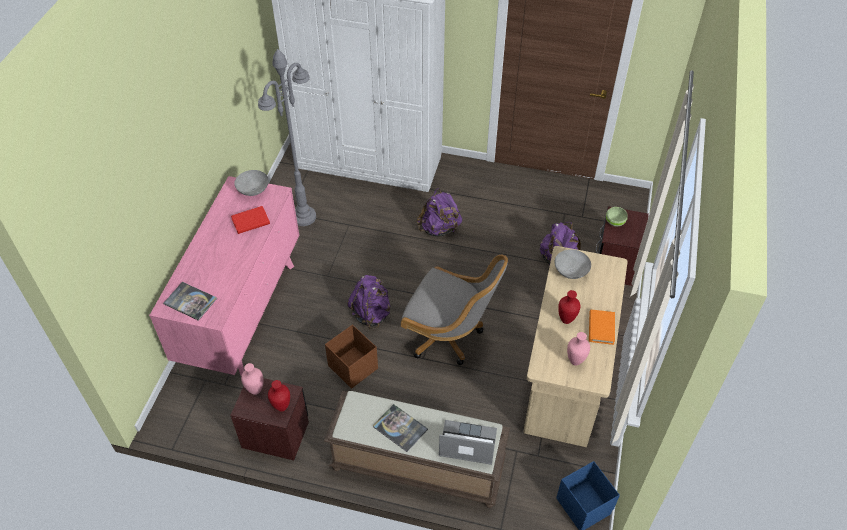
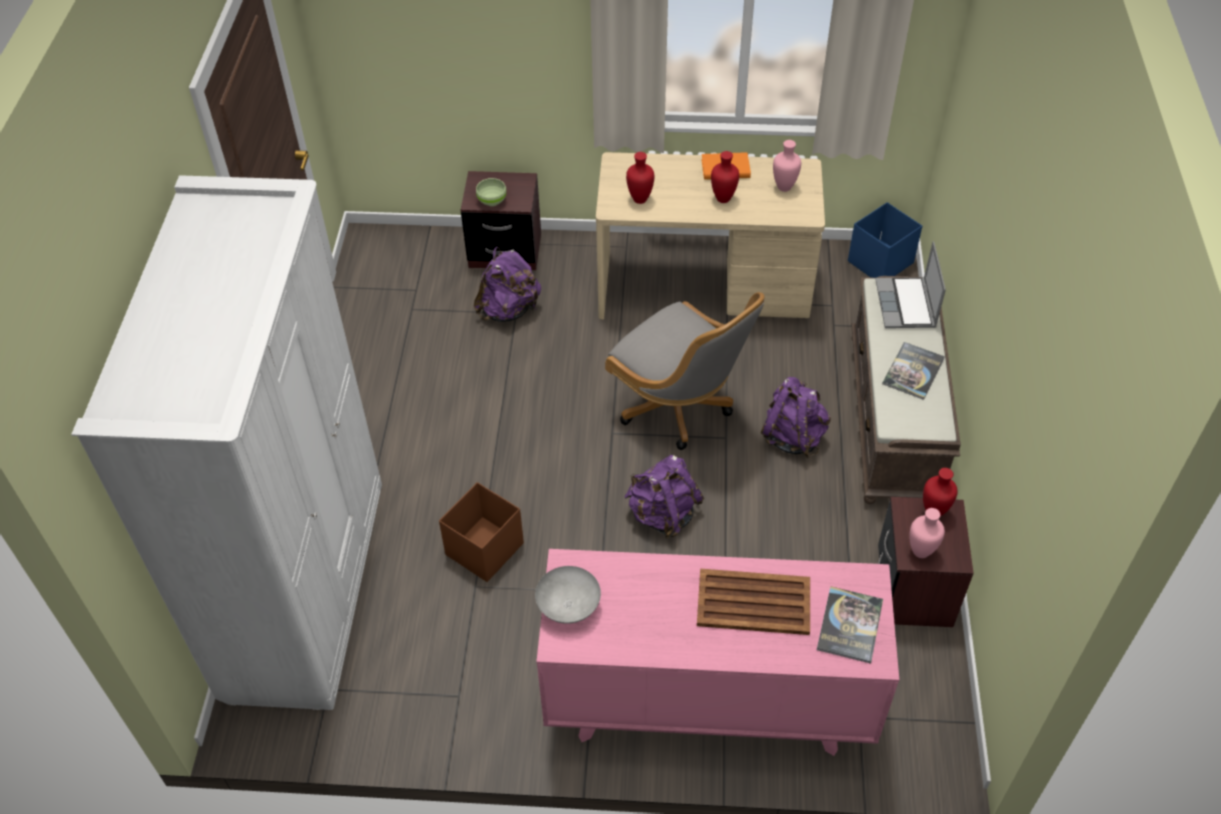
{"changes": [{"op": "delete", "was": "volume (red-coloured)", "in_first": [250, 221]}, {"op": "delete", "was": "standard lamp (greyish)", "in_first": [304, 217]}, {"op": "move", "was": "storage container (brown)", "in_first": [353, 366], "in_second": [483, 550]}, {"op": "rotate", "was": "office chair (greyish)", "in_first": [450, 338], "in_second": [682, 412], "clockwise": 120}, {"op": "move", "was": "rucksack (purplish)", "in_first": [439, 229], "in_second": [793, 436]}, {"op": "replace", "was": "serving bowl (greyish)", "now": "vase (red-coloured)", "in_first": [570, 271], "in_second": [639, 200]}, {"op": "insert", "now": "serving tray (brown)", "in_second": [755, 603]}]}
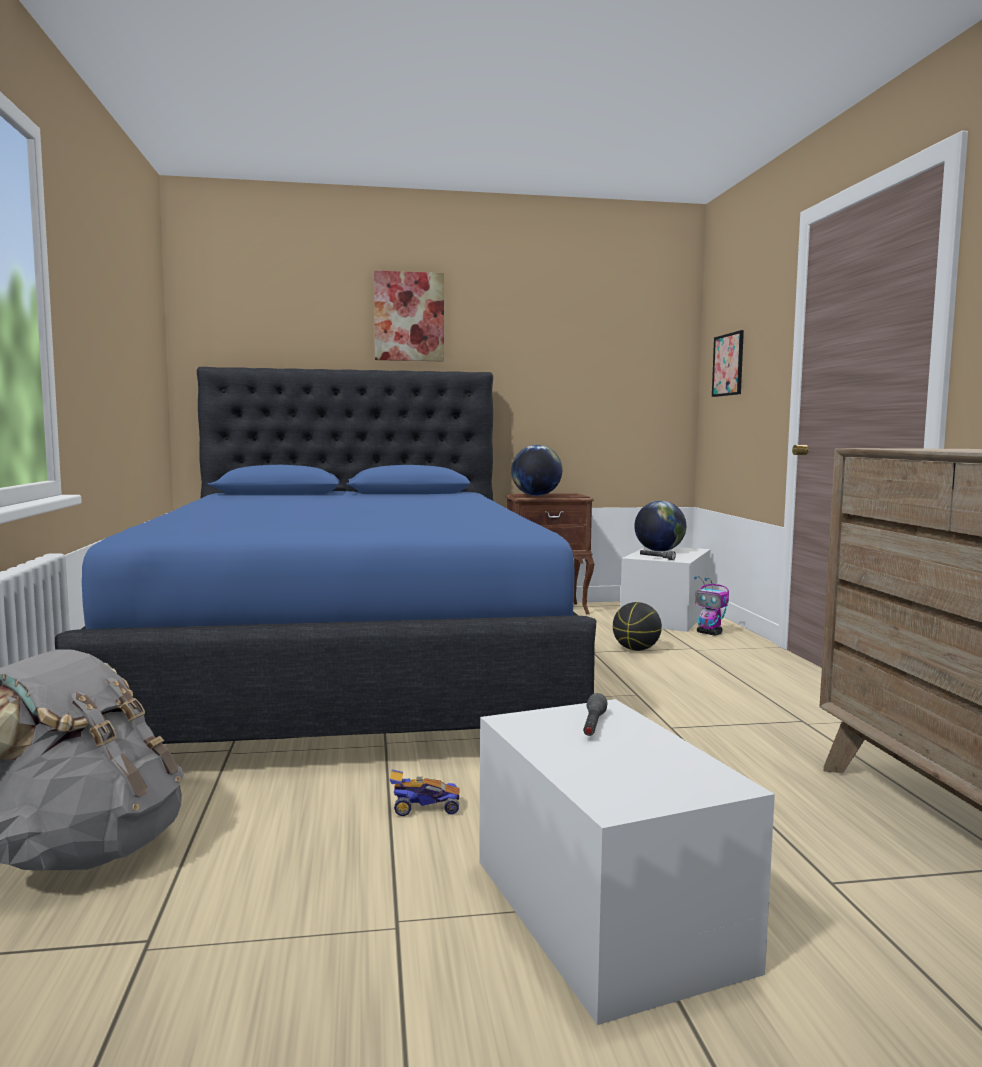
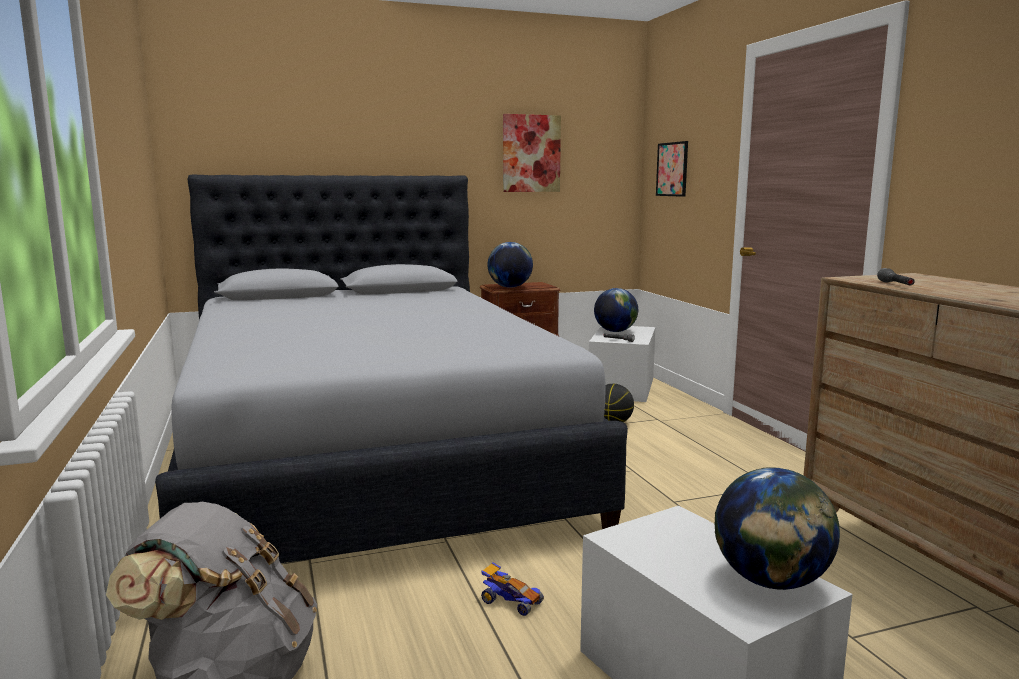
{"changes": [{"op": "recolor", "was": "sleeping bed (blue-coloured)", "now": "sleeping bed (greyish)", "in_first": [349, 663], "in_second": [372, 456]}, {"op": "move", "was": "picture", "in_first": [409, 317], "in_second": [531, 153]}, {"op": "rotate", "was": "toy car", "in_first": [425, 807], "in_second": [510, 602], "clockwise": 45}, {"op": "move", "was": "flashlight (greyish)", "in_first": [593, 726], "in_second": [896, 285]}, {"op": "delete", "was": "robot figure", "in_first": [709, 633]}, {"op": "insert", "now": "globe", "in_second": [770, 582]}]}
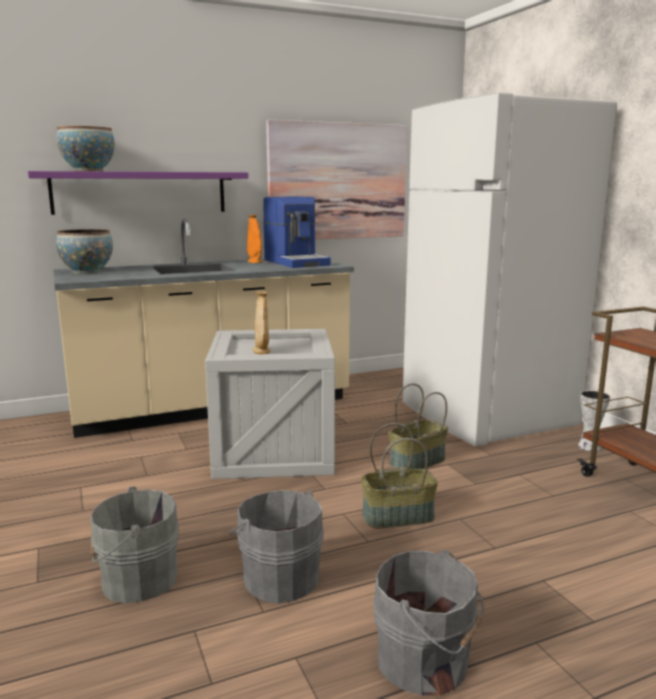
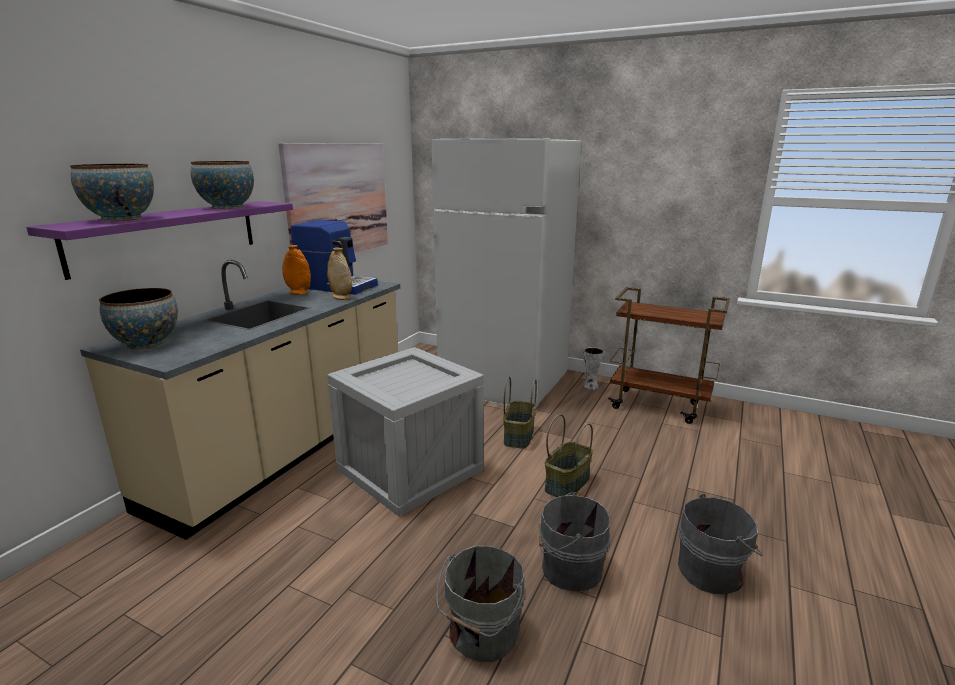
{"changes": [{"op": "move", "was": "vase (sand-coloured)", "in_first": [261, 351], "in_second": [341, 297]}, {"op": "insert", "now": "serving bowl", "in_second": [227, 207]}]}
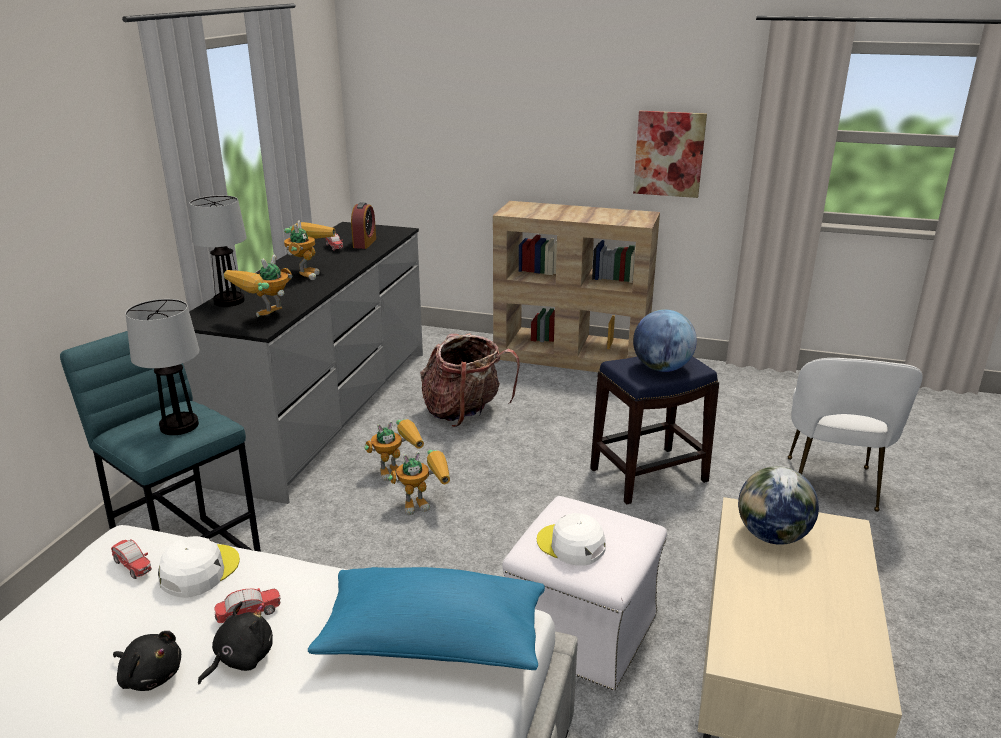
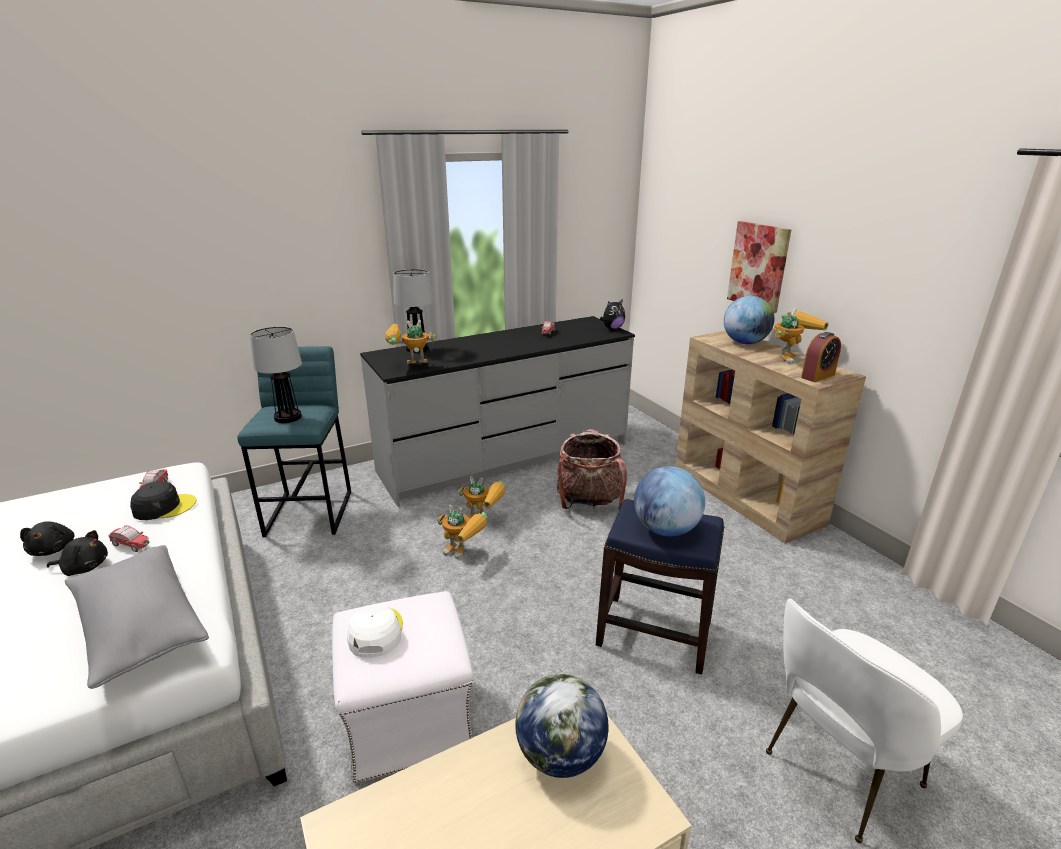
{"changes": [{"op": "recolor", "was": "cap (whitish)", "now": "cap (black-coloured)", "in_first": [199, 571], "in_second": [164, 507]}, {"op": "move", "was": "robot figure", "in_first": [308, 273], "in_second": [789, 357]}, {"op": "recolor", "was": "pillow (blue-coloured)", "now": "pillow (greyish)", "in_first": [432, 642], "in_second": [140, 628]}, {"op": "move", "was": "bedside clock", "in_first": [364, 243], "in_second": [818, 376]}, {"op": "move", "was": "picture", "in_first": [669, 154], "in_second": [758, 266]}, {"op": "insert", "now": "cuddly toy", "in_second": [612, 328]}, {"op": "insert", "now": "globe", "in_second": [745, 343]}]}
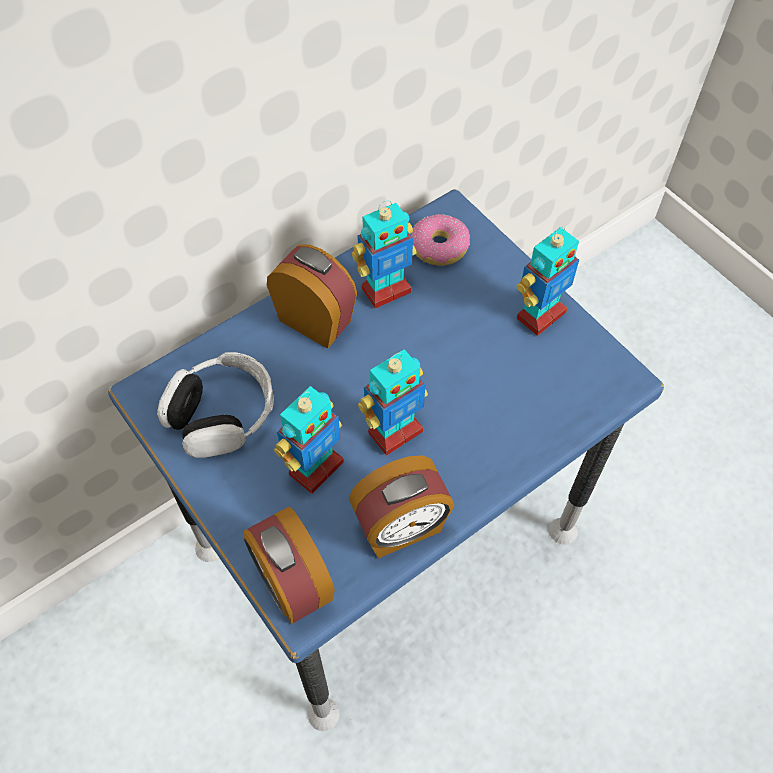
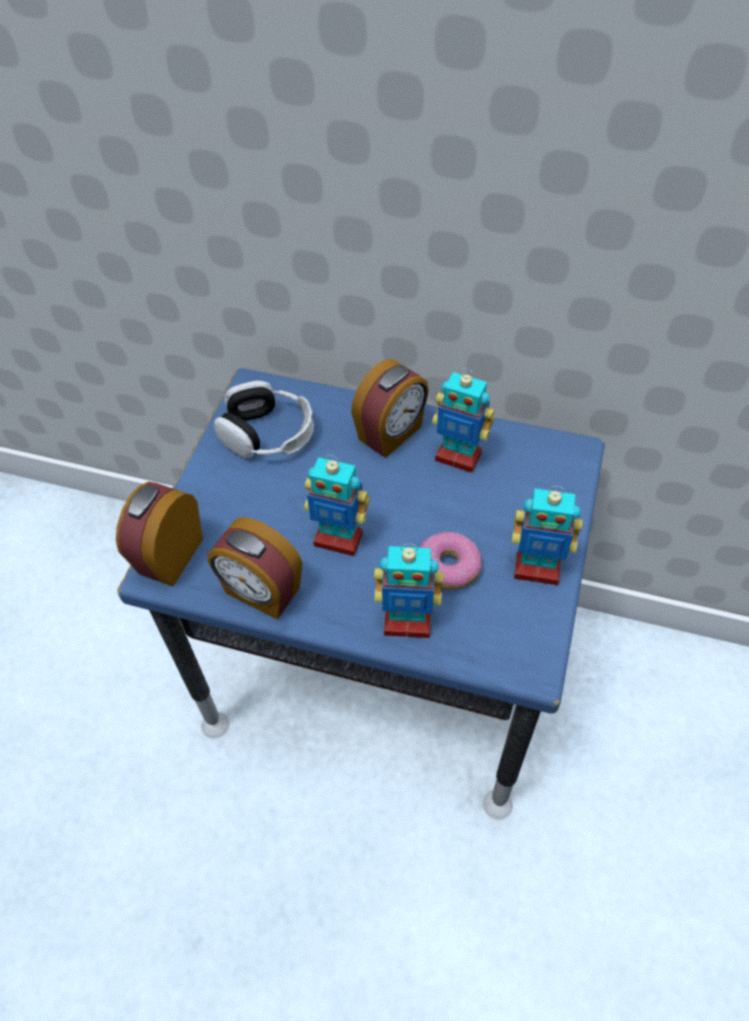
{"changes": [{"op": "rotate", "was": "bedside clock", "in_first": [316, 320], "in_second": [391, 434], "clockwise": 45}, {"op": "move", "was": "robot figure", "in_first": [315, 467], "in_second": [407, 621]}, {"op": "move", "was": "ring doughnut", "in_first": [439, 247], "in_second": [448, 567]}]}
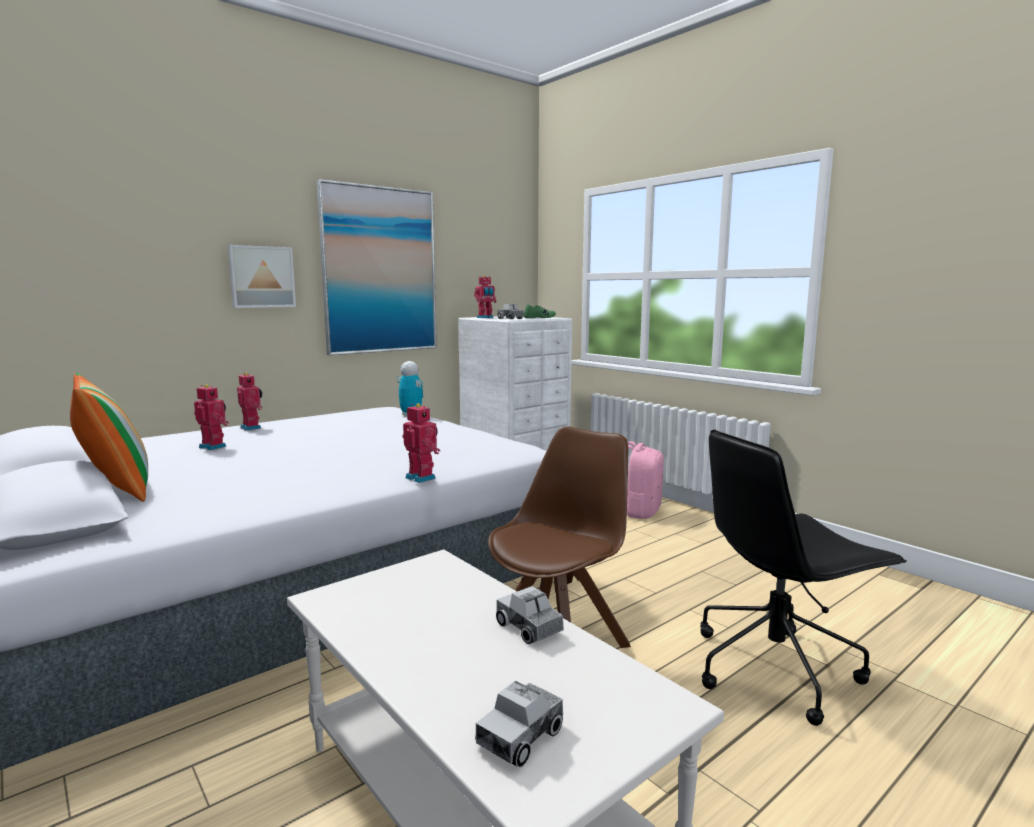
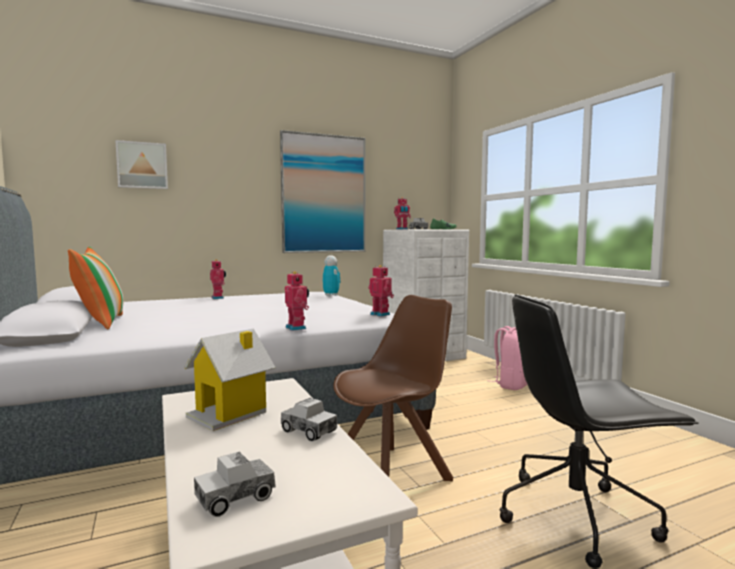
{"changes": [{"op": "move", "was": "robot figure", "in_first": [214, 446], "in_second": [381, 314]}, {"op": "move", "was": "picture", "in_first": [261, 277], "in_second": [142, 165]}, {"op": "rotate", "was": "toy lorry", "in_first": [529, 628], "in_second": [308, 431], "clockwise": 150}, {"op": "insert", "now": "model house", "in_second": [230, 414]}]}
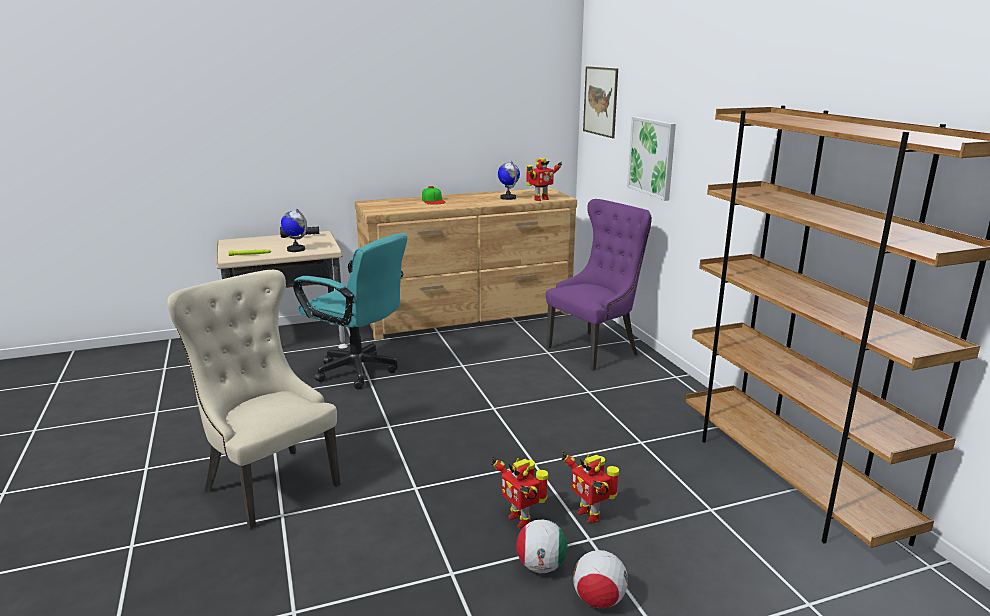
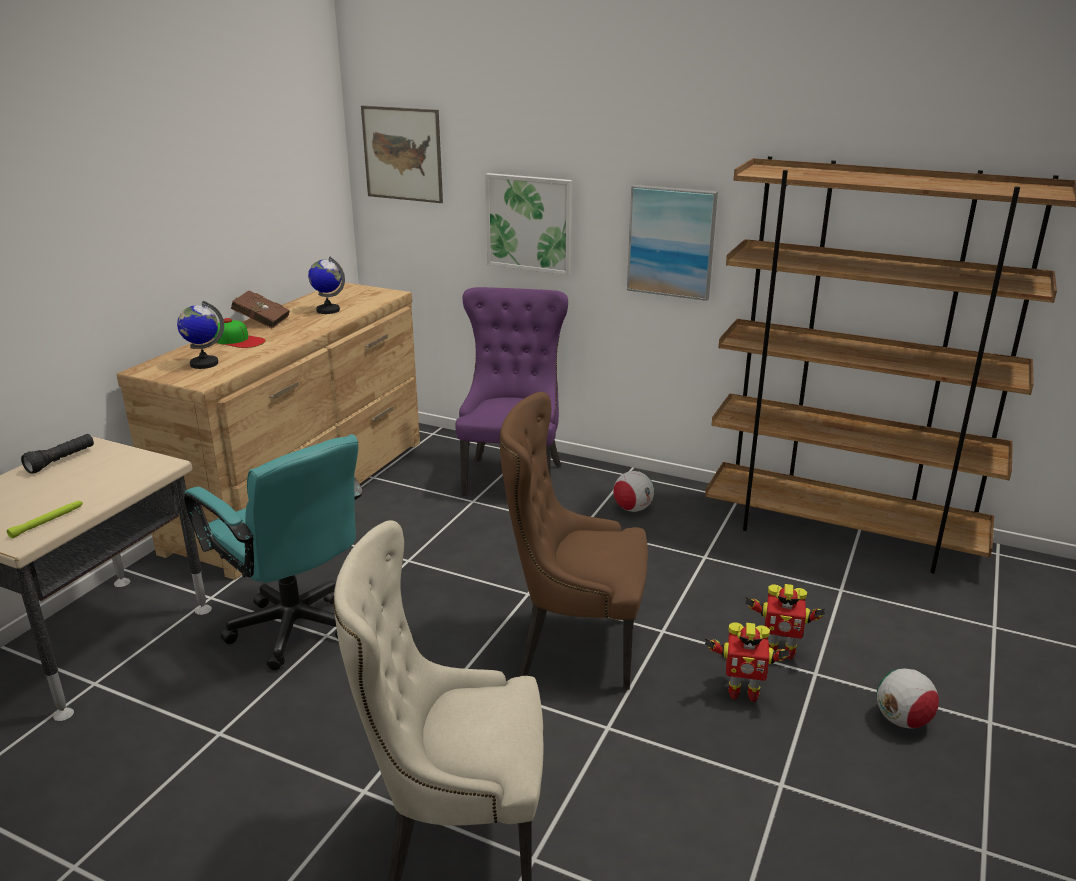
{"changes": [{"op": "move", "was": "globe", "in_first": [296, 249], "in_second": [204, 364]}, {"op": "rotate", "was": "office chair (turquoise)", "in_first": [360, 372], "in_second": [297, 632], "clockwise": 60}, {"op": "move", "was": "football ball", "in_first": [541, 566], "in_second": [632, 509]}, {"op": "delete", "was": "robot figure", "in_first": [540, 199]}, {"op": "insert", "now": "volume (brown)", "in_second": [260, 321]}, {"op": "insert", "now": "plain chair (brown)", "in_second": [574, 646]}, {"op": "insert", "now": "picture", "in_second": [671, 242]}]}
